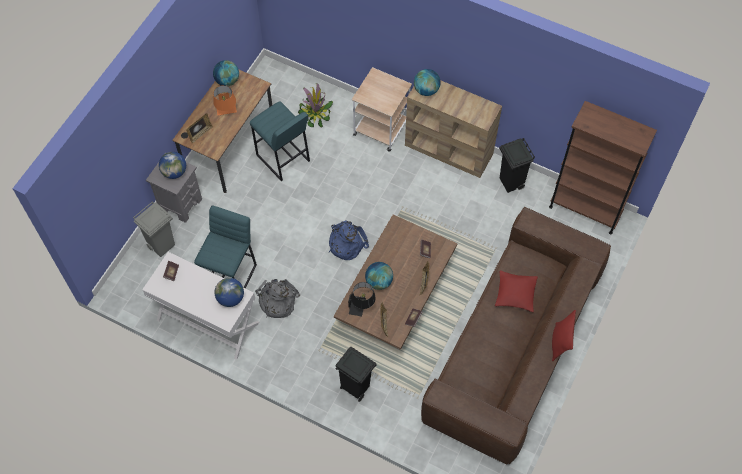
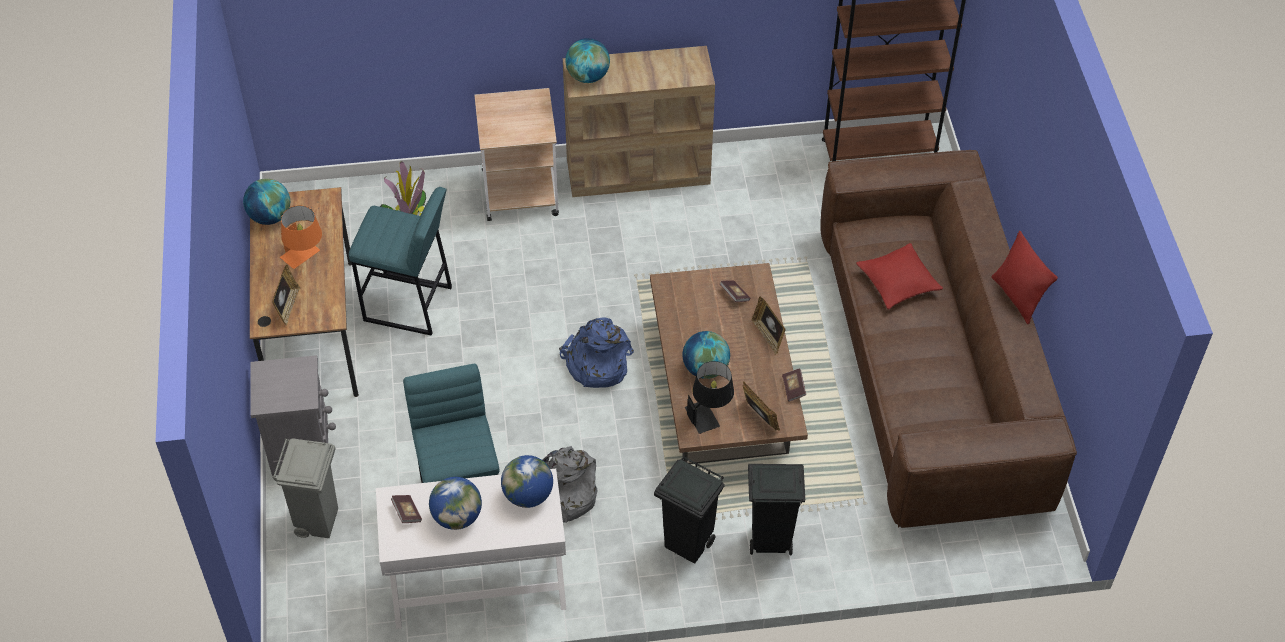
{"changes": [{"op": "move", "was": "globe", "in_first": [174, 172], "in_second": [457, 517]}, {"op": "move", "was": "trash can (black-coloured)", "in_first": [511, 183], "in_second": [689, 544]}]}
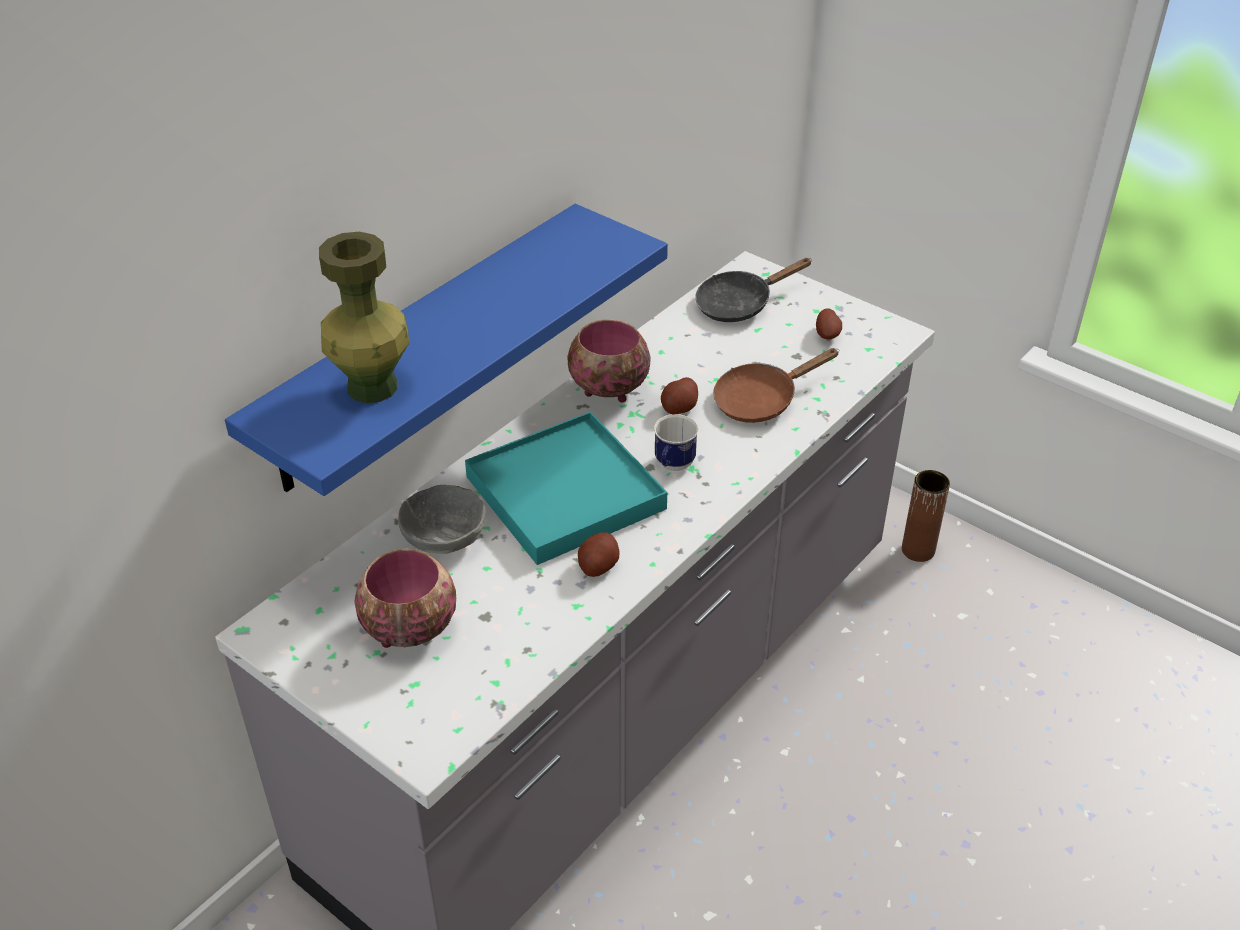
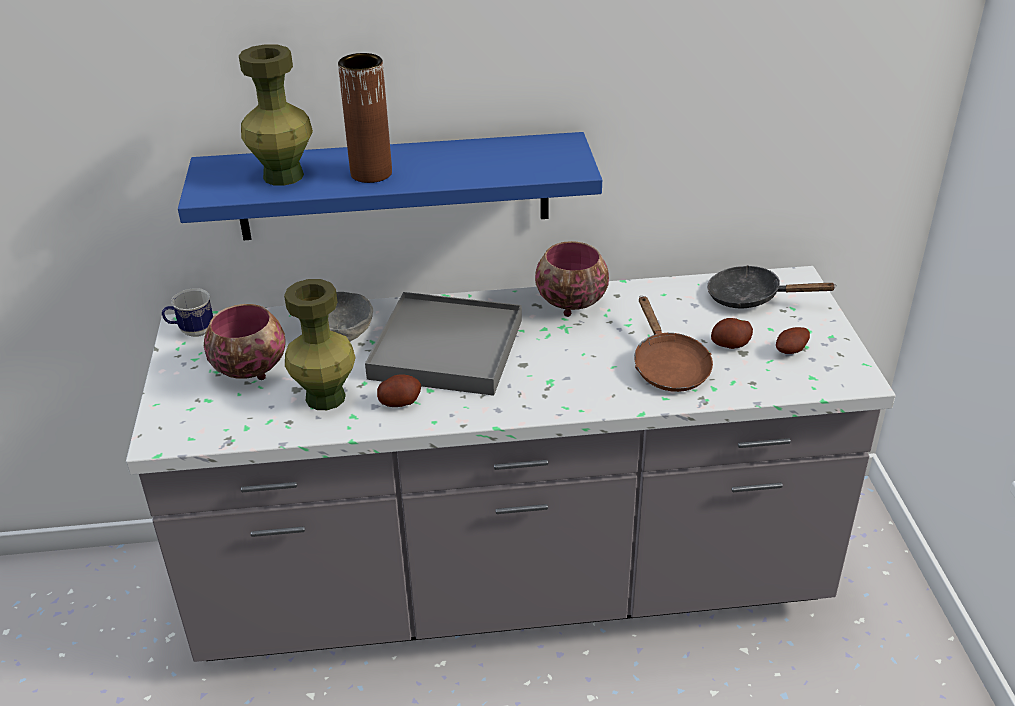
{"changes": [{"op": "recolor", "was": "serving tray (turquoise)", "now": "serving tray (greyish)", "in_first": [565, 493], "in_second": [446, 349]}, {"op": "move", "was": "tea mug", "in_first": [672, 466], "in_second": [192, 332]}, {"op": "move", "was": "spud", "in_first": [679, 408], "in_second": [730, 344]}, {"op": "rotate", "was": "frying pan (brown)", "in_first": [761, 400], "in_second": [668, 366], "clockwise": -120}, {"op": "move", "was": "vase (brown)", "in_first": [918, 550], "in_second": [371, 173]}, {"op": "insert", "now": "vase (green-coloured)", "in_second": [326, 397]}]}
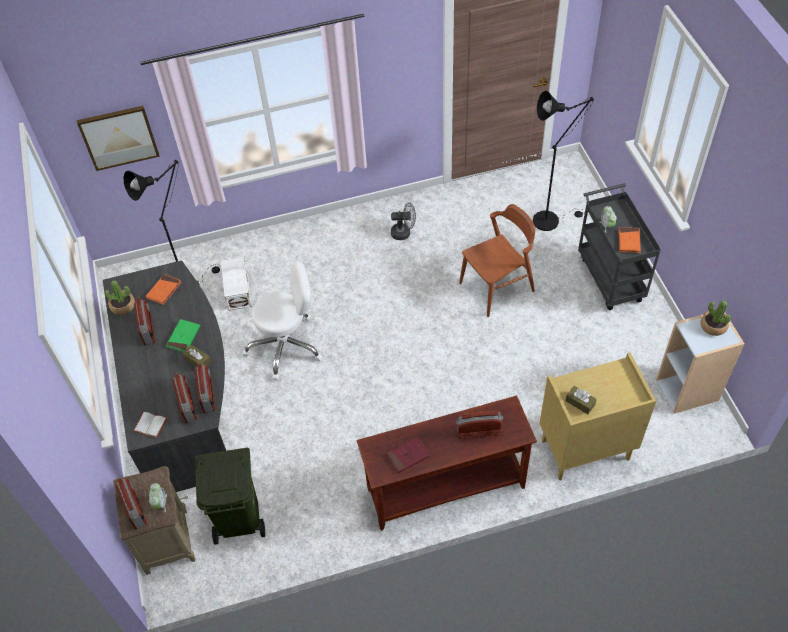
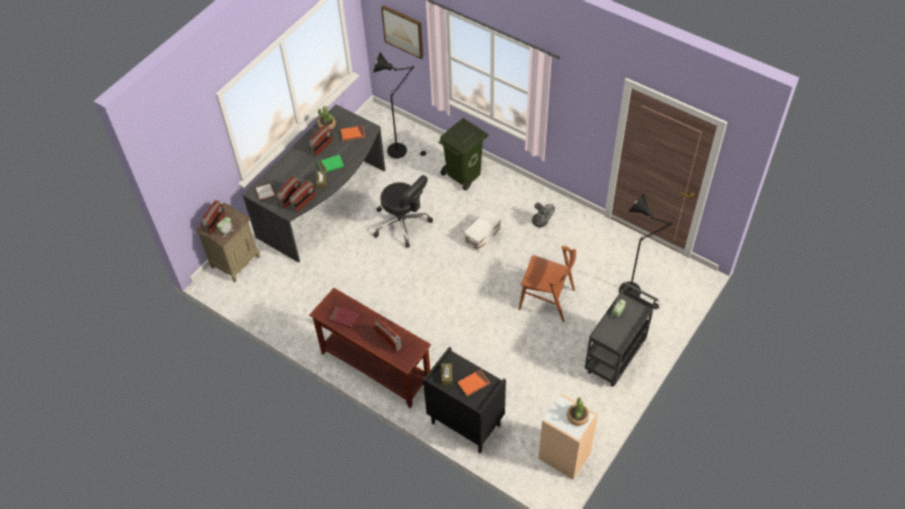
{"changes": [{"op": "move", "was": "trash can (green-coloured)", "in_first": [240, 518], "in_second": [464, 174]}, {"op": "move", "was": "storage container (whitish)", "in_first": [238, 290], "in_second": [483, 236]}, {"op": "recolor", "was": "office chair (whitish)", "now": "office chair (black-coloured)", "in_first": [288, 344], "in_second": [404, 225]}, {"op": "recolor", "was": "cabinet (sand-coloured)", "now": "cabinet (black-coloured)", "in_first": [584, 450], "in_second": [465, 424]}, {"op": "move", "was": "volume (orange)", "in_first": [629, 241], "in_second": [473, 383]}]}
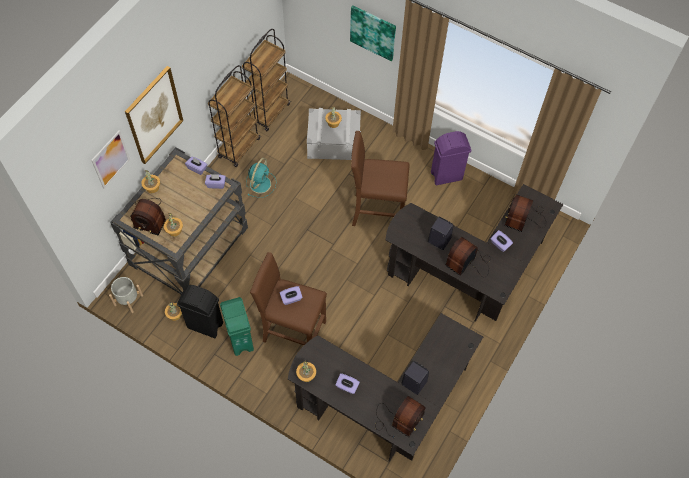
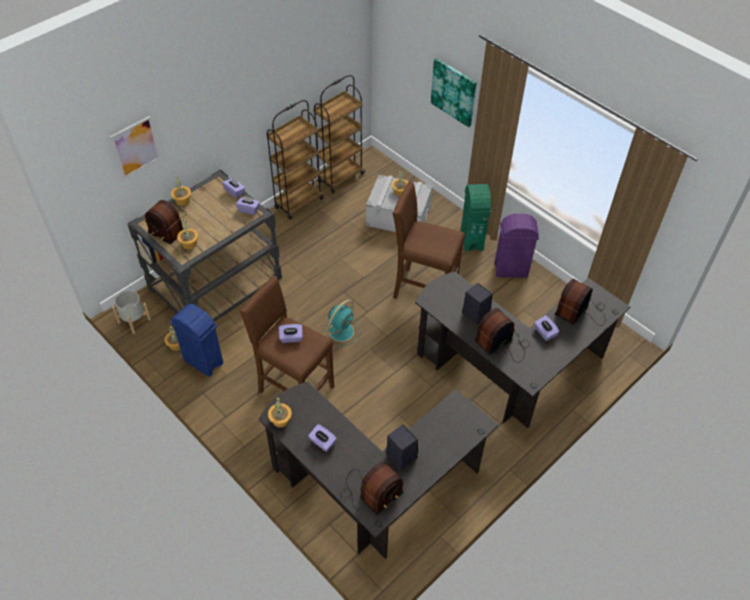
{"changes": [{"op": "delete", "was": "picture", "in_first": [154, 115]}, {"op": "recolor", "was": "trash can (black-coloured)", "now": "trash can (blue-coloured)", "in_first": [205, 325], "in_second": [203, 361]}, {"op": "move", "was": "trash can (green-coloured)", "in_first": [240, 339], "in_second": [472, 239]}, {"op": "move", "was": "fan (turquoise)", "in_first": [260, 183], "in_second": [342, 330]}]}
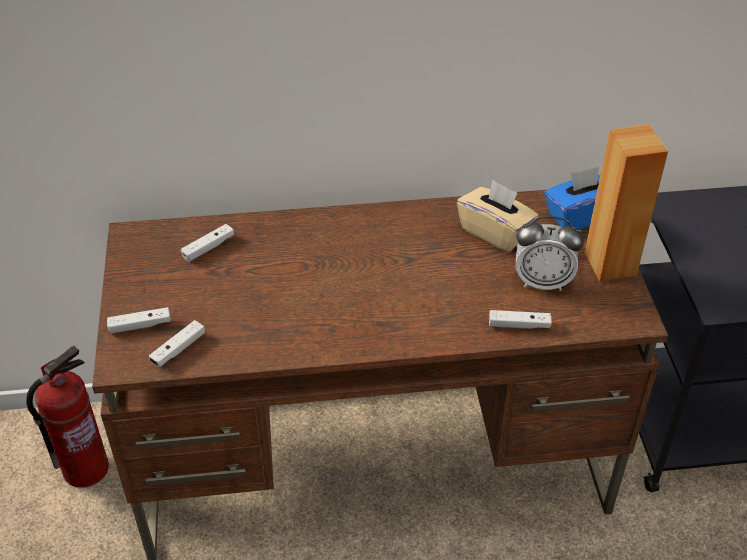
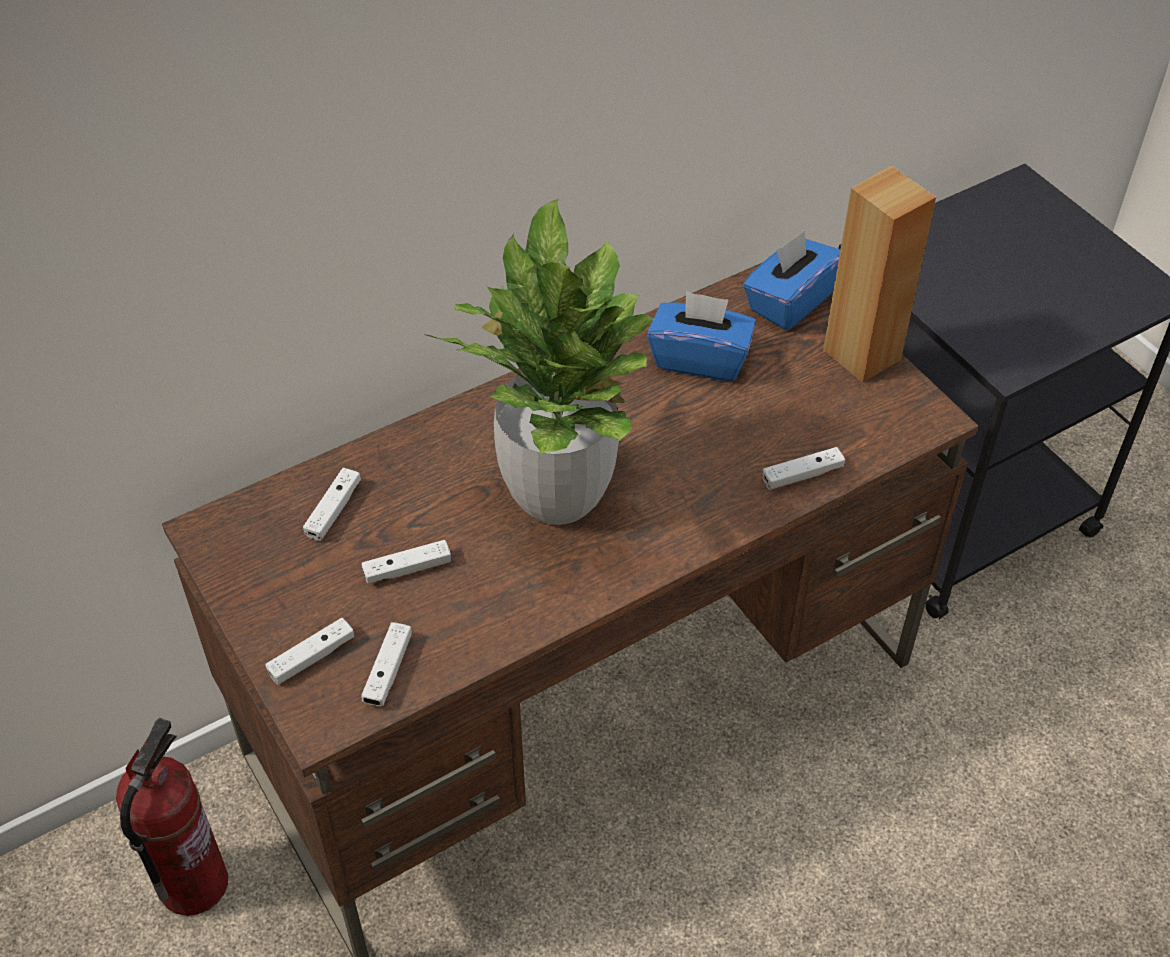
{"changes": [{"op": "recolor", "was": "tissue holder (sand-coloured)", "now": "tissue holder (blue-coloured)", "in_first": [495, 232], "in_second": [700, 359]}, {"op": "delete", "was": "bedside clock", "in_first": [542, 281]}, {"op": "insert", "now": "gamepad (whitish)", "in_second": [407, 569]}, {"op": "insert", "now": "potted plant", "in_second": [557, 495]}]}
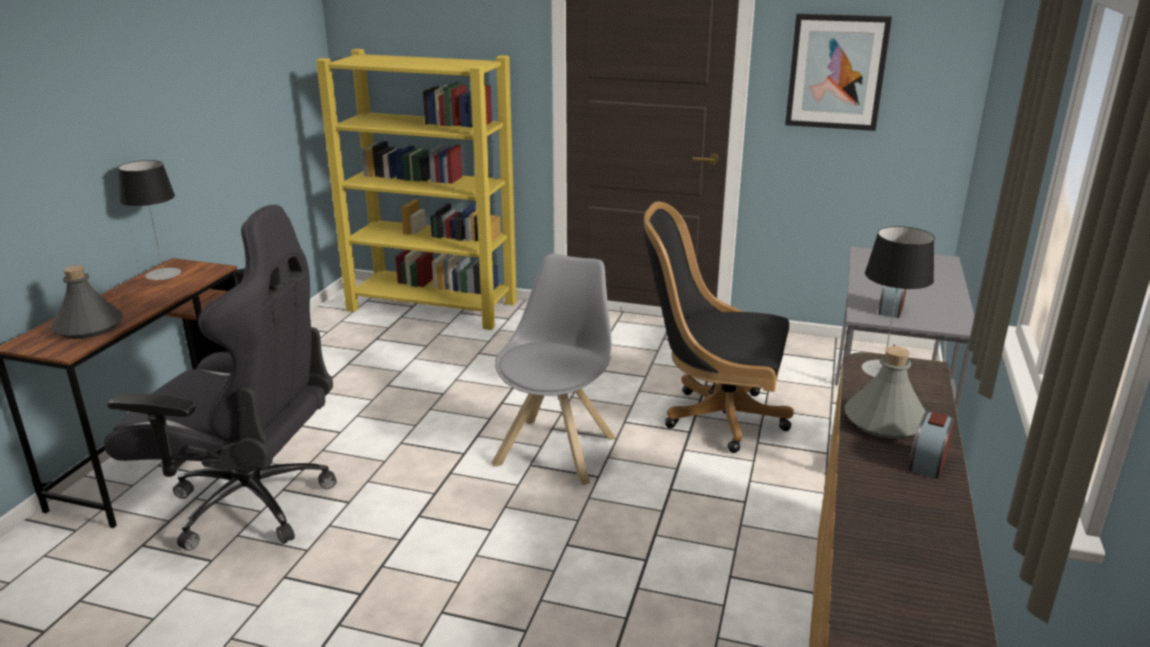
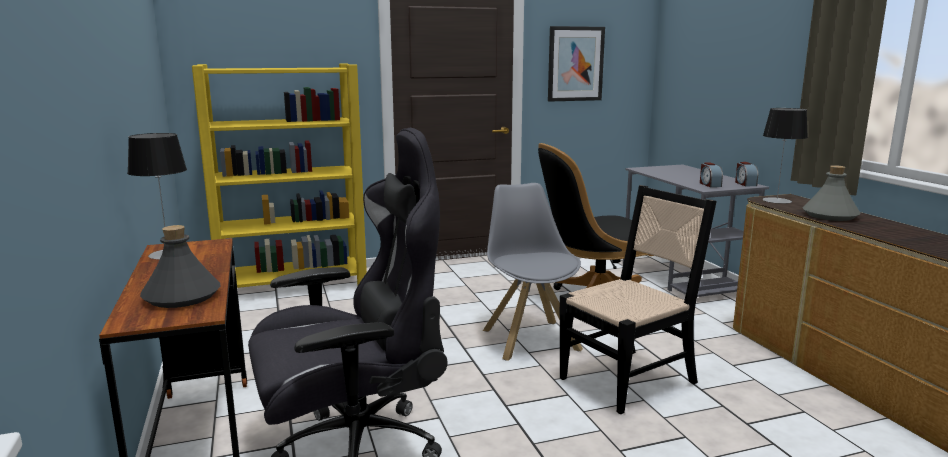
{"changes": [{"op": "move", "was": "bedside clock", "in_first": [927, 462], "in_second": [745, 184]}, {"op": "insert", "now": "plain chair", "in_second": [627, 380]}]}
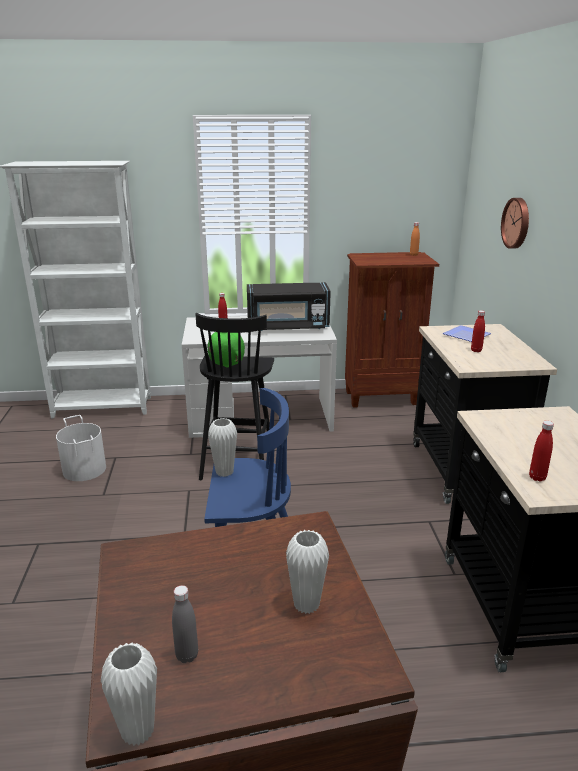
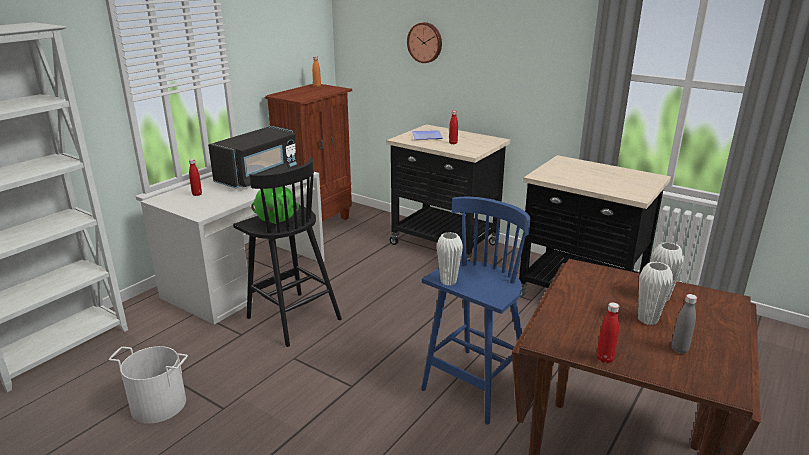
{"changes": [{"op": "move", "was": "vase (whitish)", "in_first": [137, 731], "in_second": [647, 319]}, {"op": "move", "was": "bottle (red-coloured)", "in_first": [537, 477], "in_second": [604, 359]}]}
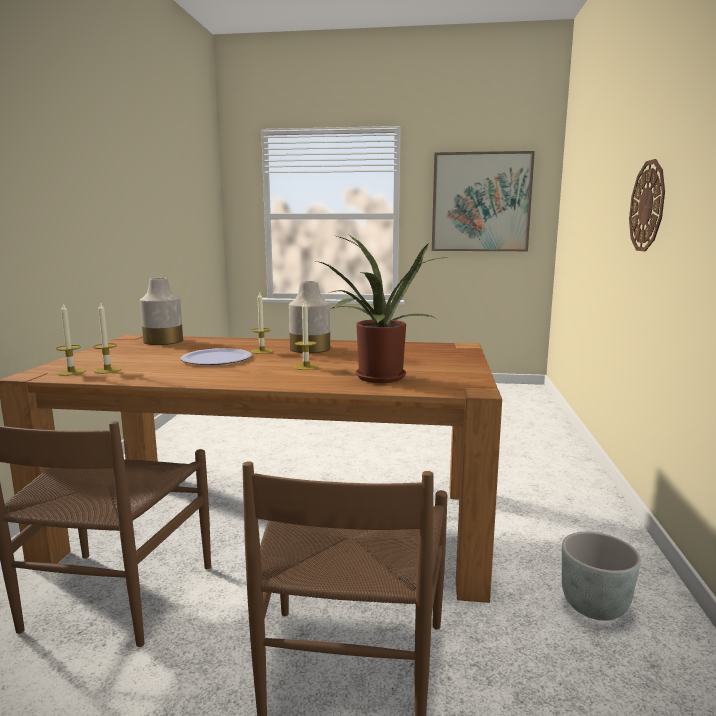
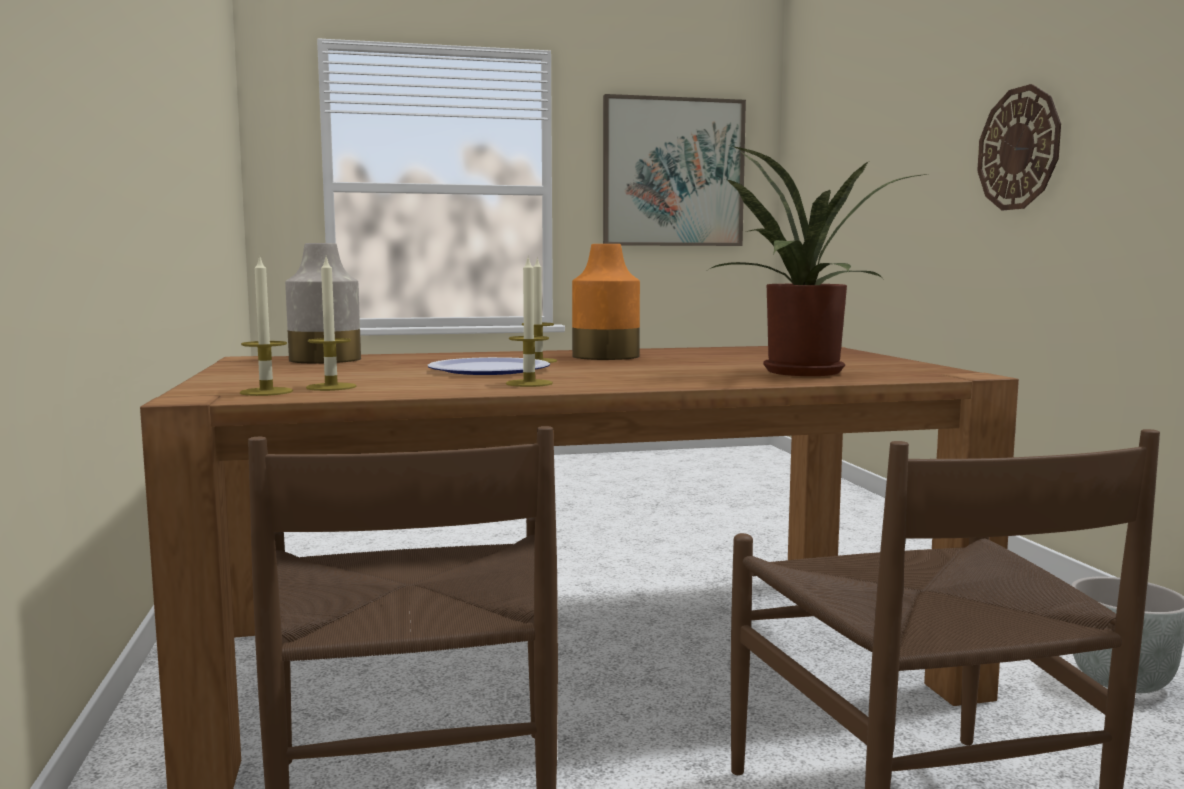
{"changes": [{"op": "recolor", "was": "vase (sand-coloured)", "now": "vase (orange)", "in_first": [310, 348], "in_second": [606, 356]}, {"op": "move", "was": "candle", "in_first": [306, 367], "in_second": [529, 383]}]}
